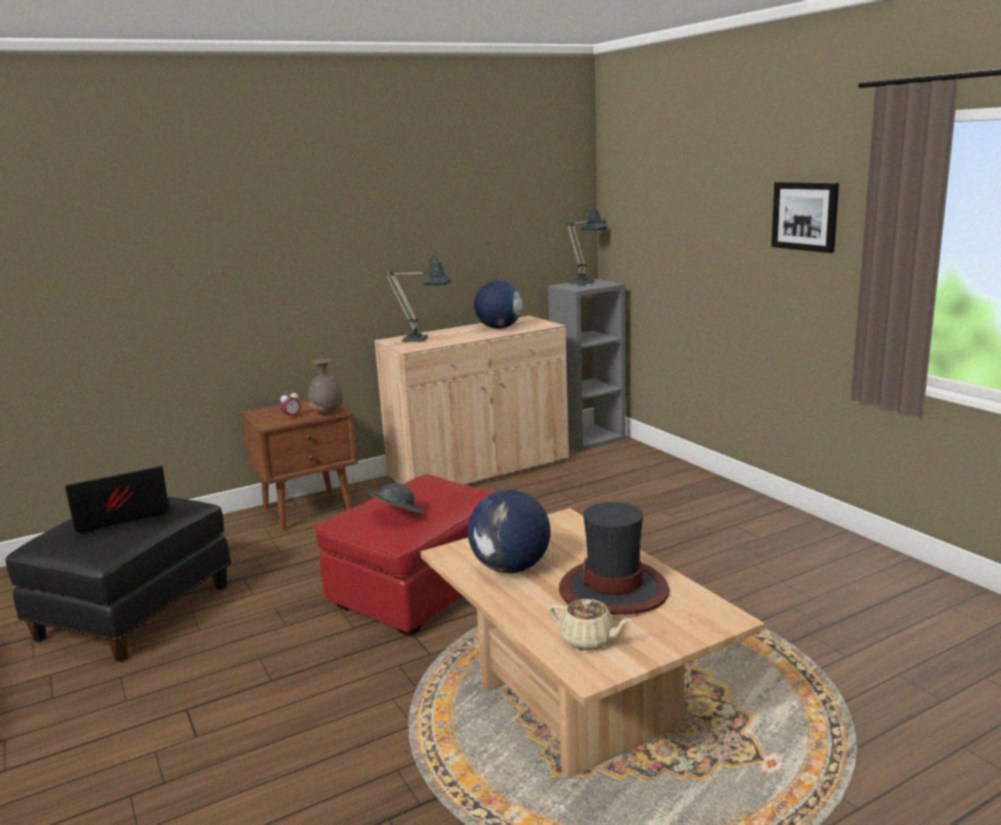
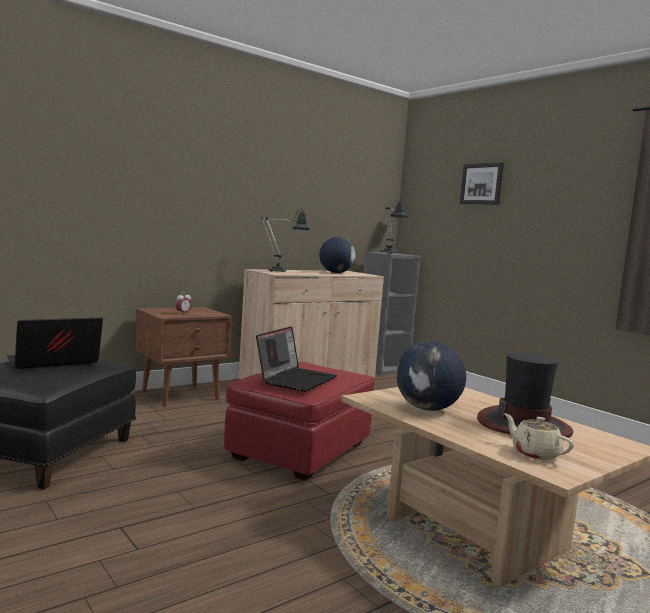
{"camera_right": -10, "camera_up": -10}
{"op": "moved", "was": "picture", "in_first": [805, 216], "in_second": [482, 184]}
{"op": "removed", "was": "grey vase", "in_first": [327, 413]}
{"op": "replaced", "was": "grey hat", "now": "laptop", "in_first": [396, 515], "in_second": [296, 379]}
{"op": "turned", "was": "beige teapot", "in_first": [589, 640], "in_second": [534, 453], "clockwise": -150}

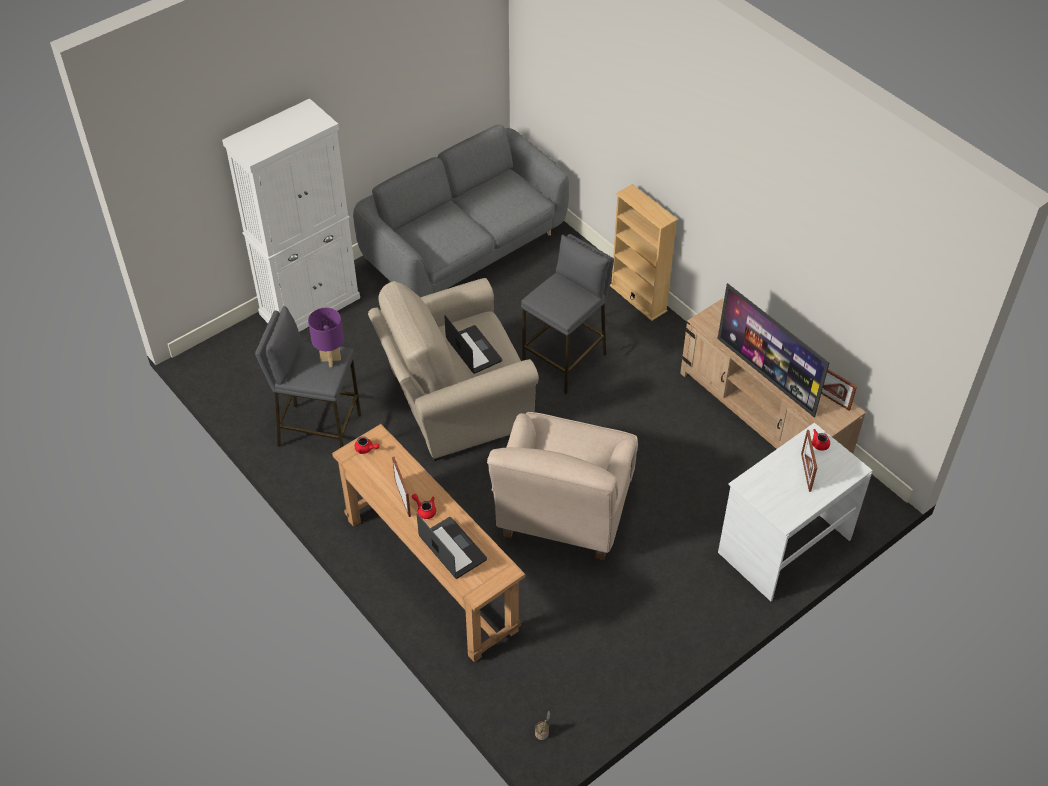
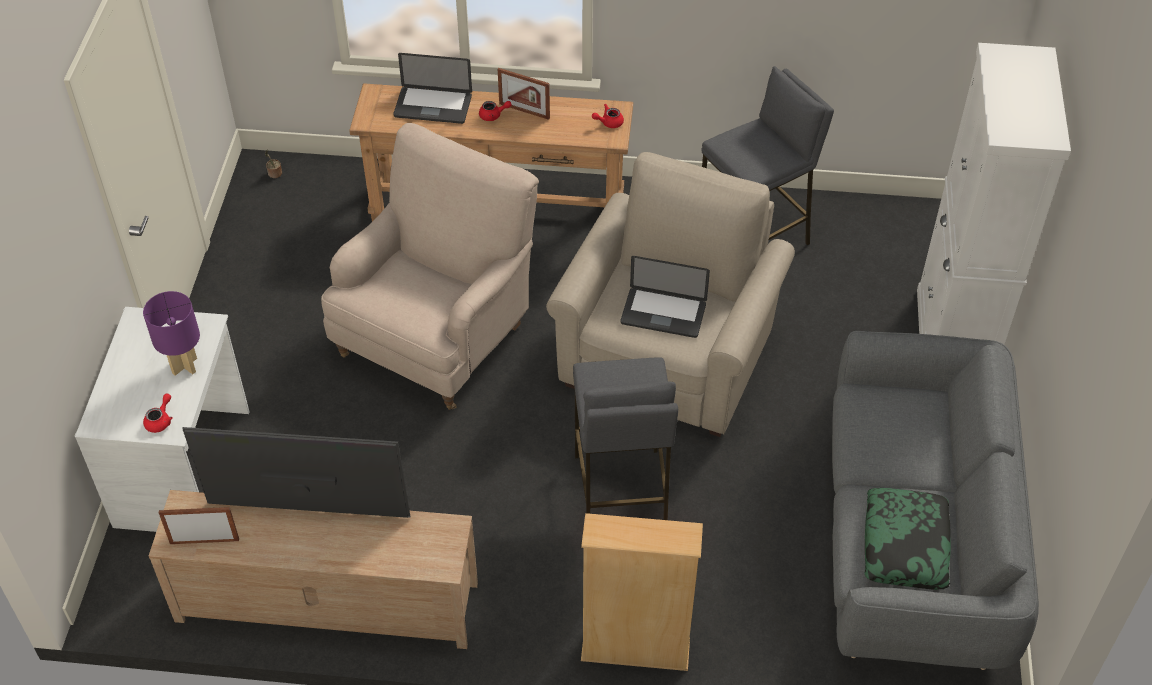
{"camera_right": 135, "camera_up": 0}
{"op": "moved", "was": "purple table lamp", "in_first": [331, 360], "in_second": [184, 366]}
{"op": "turned", "was": "beige armchair", "in_first": [564, 515], "in_second": [437, 336], "clockwise": 60}
{"op": "removed", "was": "picture frame", "in_first": [806, 472]}
{"op": "added", "now": "pillow", "in_second": [905, 546]}

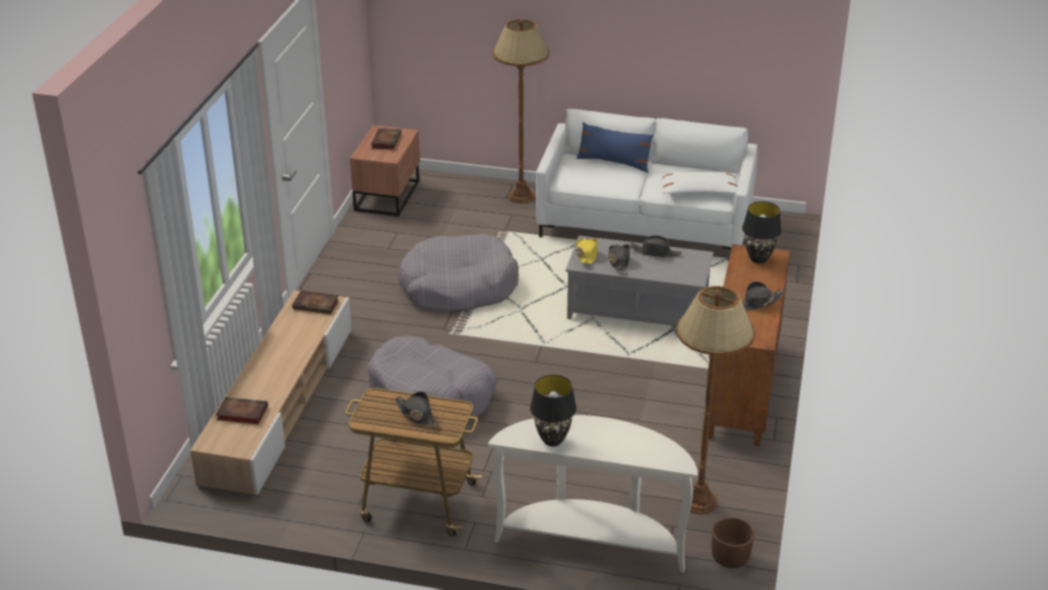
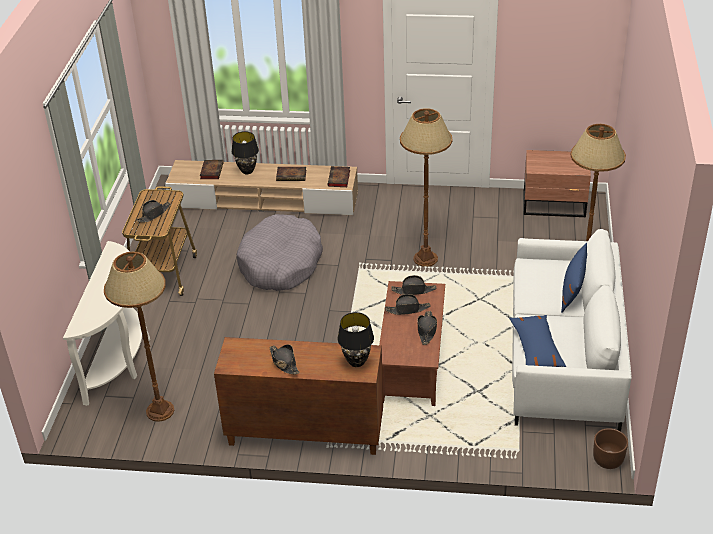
{"camera_right": 85, "camera_up": 5}
{"op": "moved", "was": "book", "in_first": [386, 141], "in_second": [292, 175]}
{"op": "recoloured", "was": "white pillow", "now": "blue pillow", "in_first": [699, 191], "in_second": [536, 348]}
{"op": "replaced", "was": "grey dog bed", "now": "brown floor lamp", "in_first": [458, 287], "in_second": [425, 259]}
{"op": "recoloured", "was": "grey coffee table", "now": "brown coffee table", "in_first": [638, 311], "in_second": [413, 363]}
{"op": "recoloured", "was": "yellow hat", "now": "black hat", "in_first": [586, 254], "in_second": [414, 290]}
{"op": "moved", "was": "black table lamp", "in_first": [553, 440], "in_second": [247, 171]}
{"op": "moved", "was": "brown planter", "in_first": [730, 558], "in_second": [608, 460]}

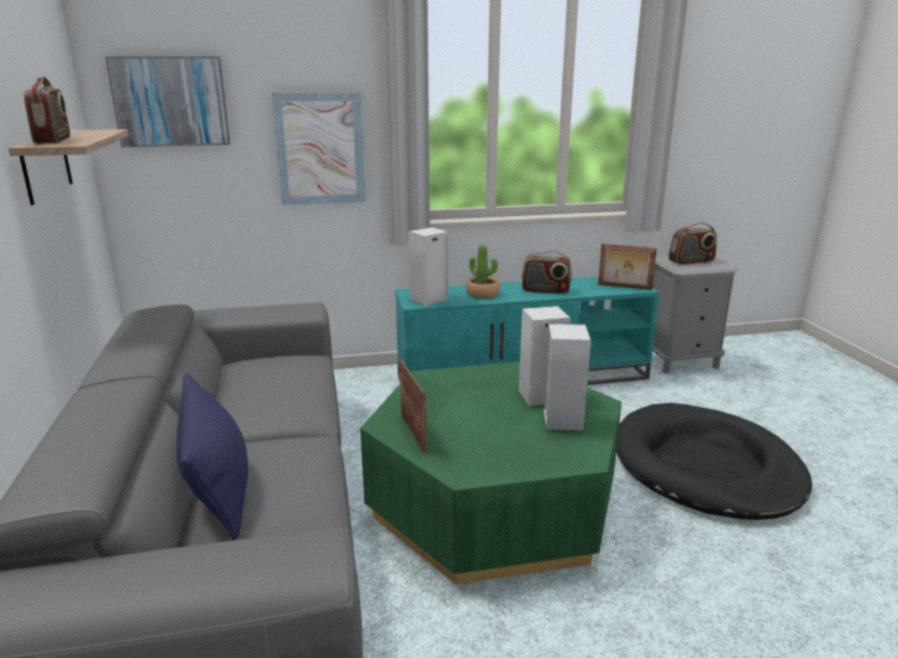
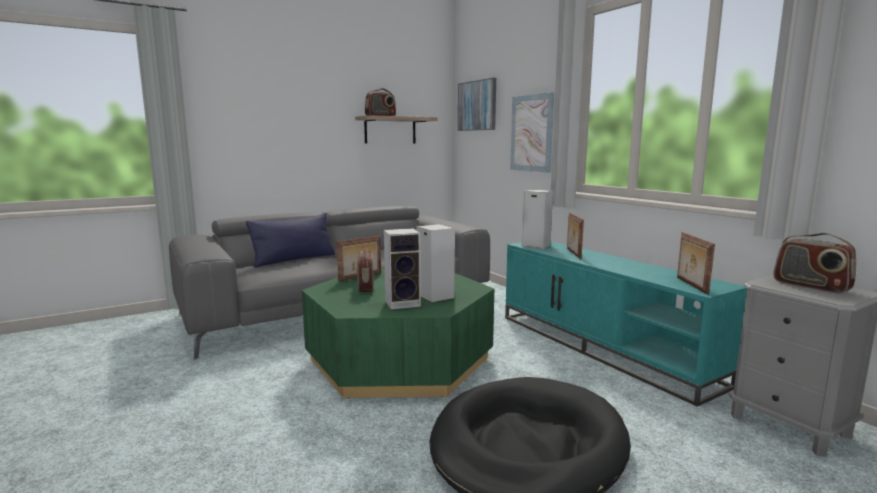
{"camera_right": 70, "camera_up": -10}
{"op": "replaced", "was": "potted plant", "now": "picture frame", "in_first": [483, 294], "in_second": [573, 253]}
{"op": "moved", "was": "radio", "in_first": [545, 290], "in_second": [365, 286]}

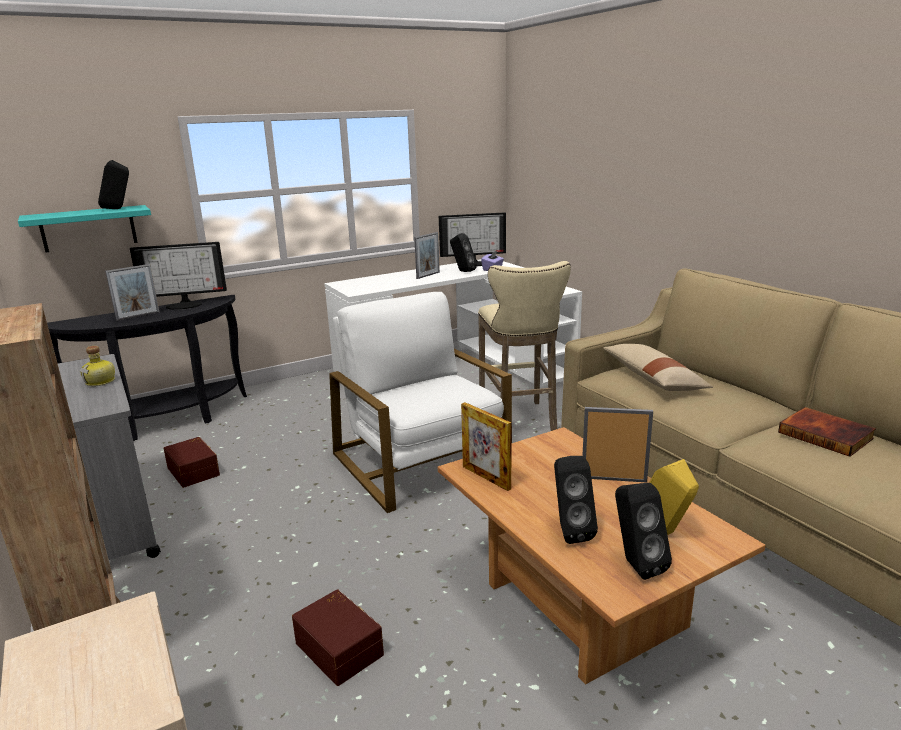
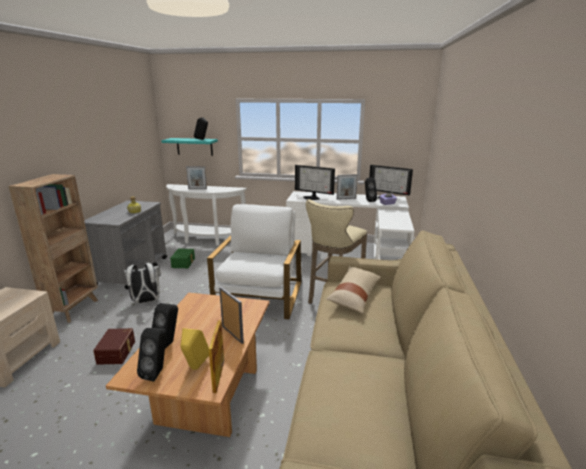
{"camera_right": 40, "camera_up": 0}
{"op": "moved", "was": "monitor", "in_first": [185, 305], "in_second": [312, 197]}
{"op": "recoloured", "was": "black console table", "now": "white console table", "in_first": [167, 422], "in_second": [206, 239]}
{"op": "moved", "was": "picture frame", "in_first": [486, 477], "in_second": [218, 376]}
{"op": "removed", "was": "book", "in_first": [826, 435]}
{"op": "recoloured", "was": "brown storage box", "now": "green storage box", "in_first": [194, 471], "in_second": [184, 263]}
{"op": "added", "now": "white backpack", "in_second": [146, 301]}

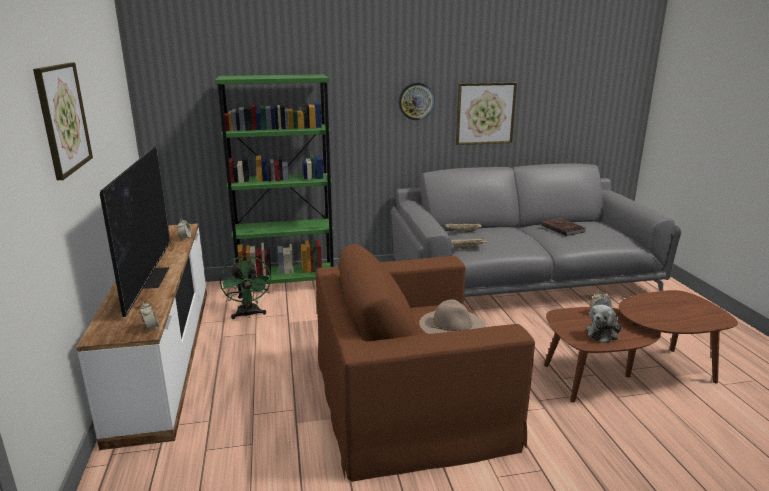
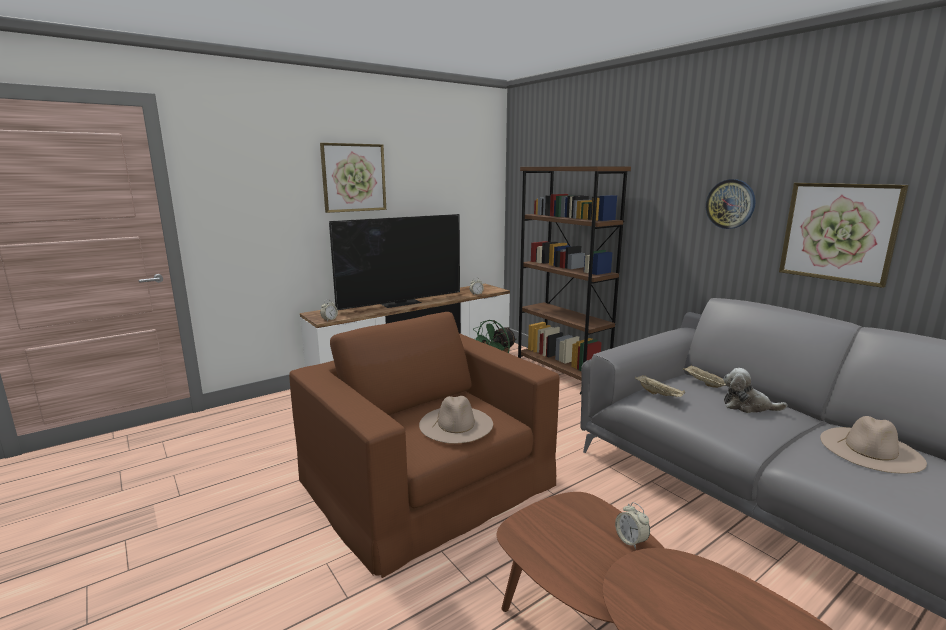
{"camera_right": 65, "camera_up": -5}
{"op": "recoloured", "was": "green bookcase", "now": "brown bookcase", "in_first": [286, 285], "in_second": [561, 374]}
{"op": "replaced", "was": "brown book", "now": "beige hat", "in_first": [563, 228], "in_second": [871, 449]}
{"op": "moved", "was": "plush toy", "in_first": [603, 333], "in_second": [747, 406]}

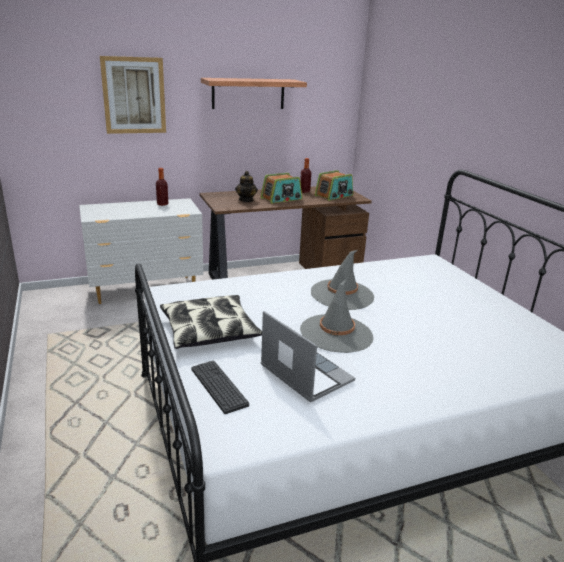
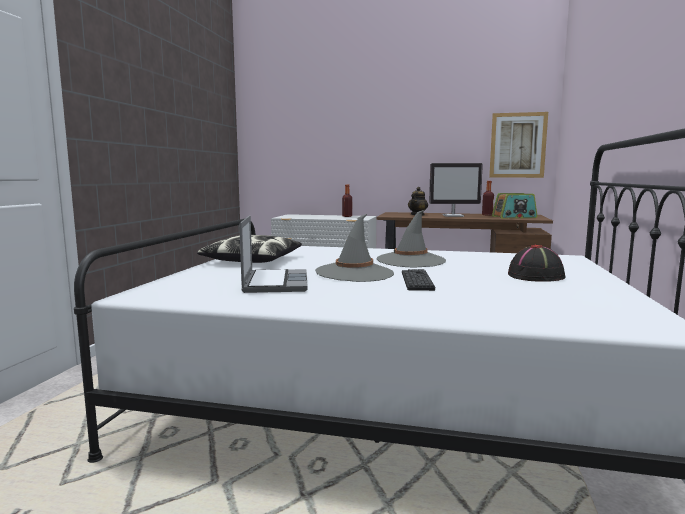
{"camera_right": 35, "camera_up": -15}
{"op": "moved", "was": "picture", "in_first": [134, 95], "in_second": [517, 145]}
{"op": "removed", "was": "shelf", "in_first": [248, 93]}
{"op": "replaced", "was": "radio", "now": "monitor", "in_first": [281, 199], "in_second": [453, 216]}
{"op": "moved", "was": "keyboard", "in_first": [219, 386], "in_second": [417, 281]}
{"op": "added", "now": "black hat", "in_second": [536, 276]}

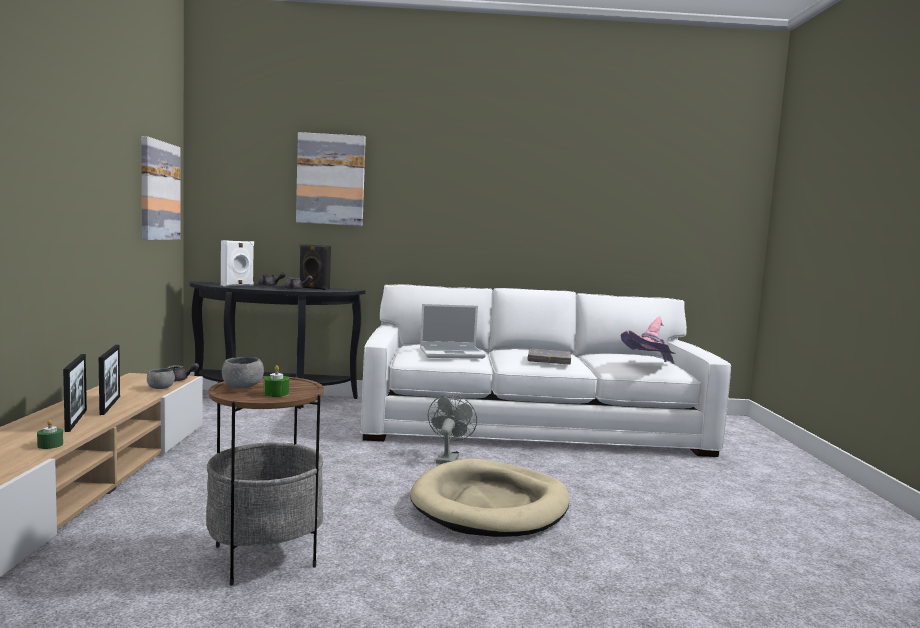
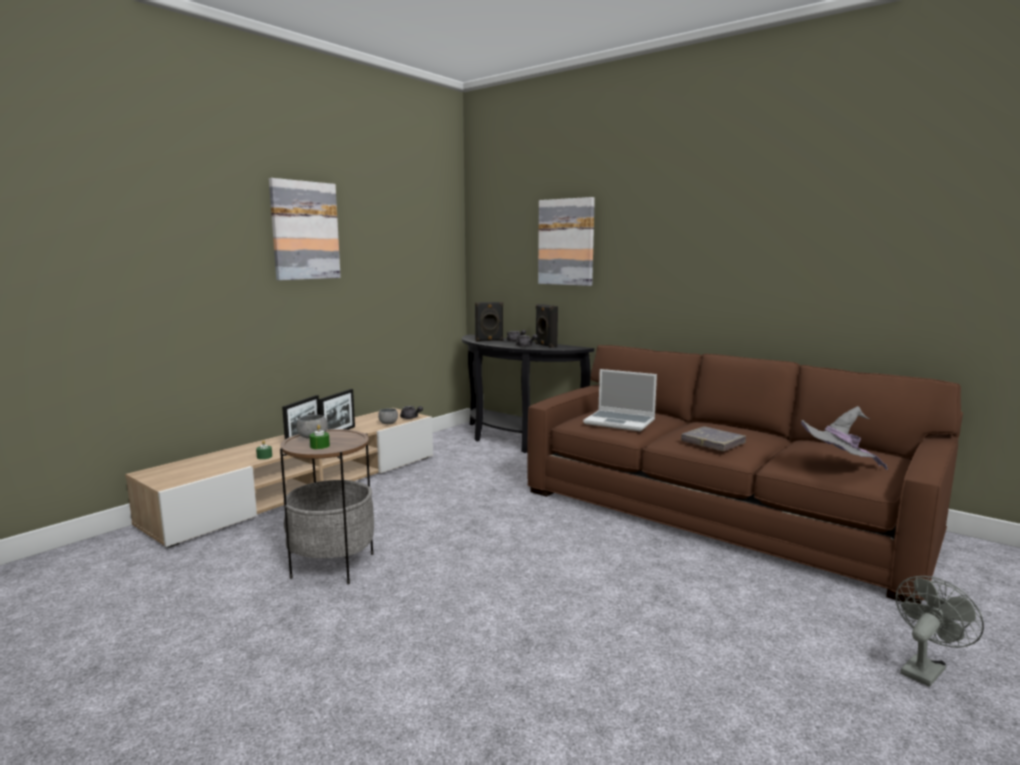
{"camera_right": 40, "camera_up": 5}
{"op": "moved", "was": "picture", "in_first": [159, 191], "in_second": [304, 230]}
{"op": "recoloured", "was": "white speaker", "now": "black speaker", "in_first": [237, 285], "in_second": [489, 340]}
{"op": "recoloured", "was": "white sofa", "now": "brown sofa", "in_first": [533, 426], "in_second": [720, 512]}
{"op": "recoloured", "was": "pink hat", "now": "grey hat", "in_first": [649, 366], "in_second": [836, 468]}
{"op": "moved", "was": "grey fan", "in_first": [448, 458], "in_second": [925, 668]}
{"op": "removed", "was": "beige dog bed", "in_first": [491, 505]}

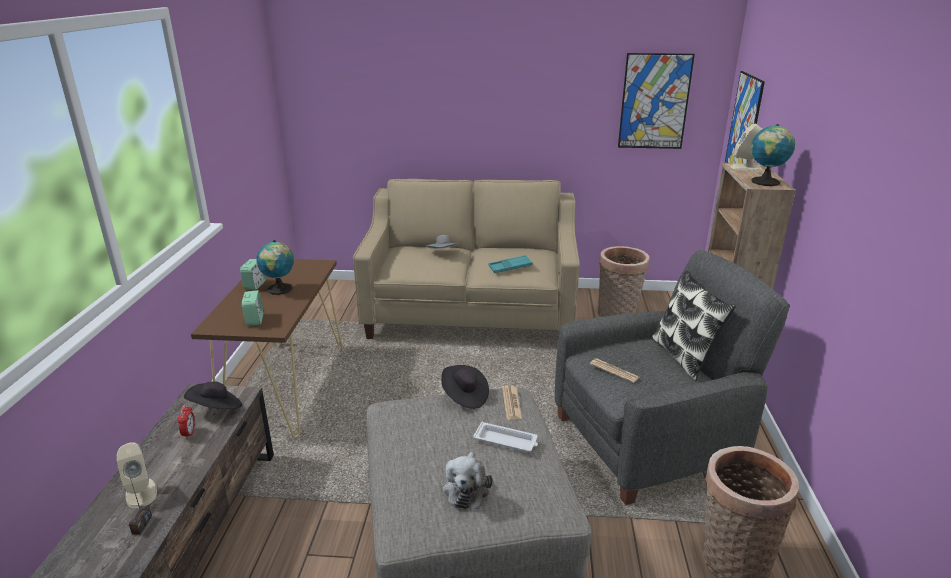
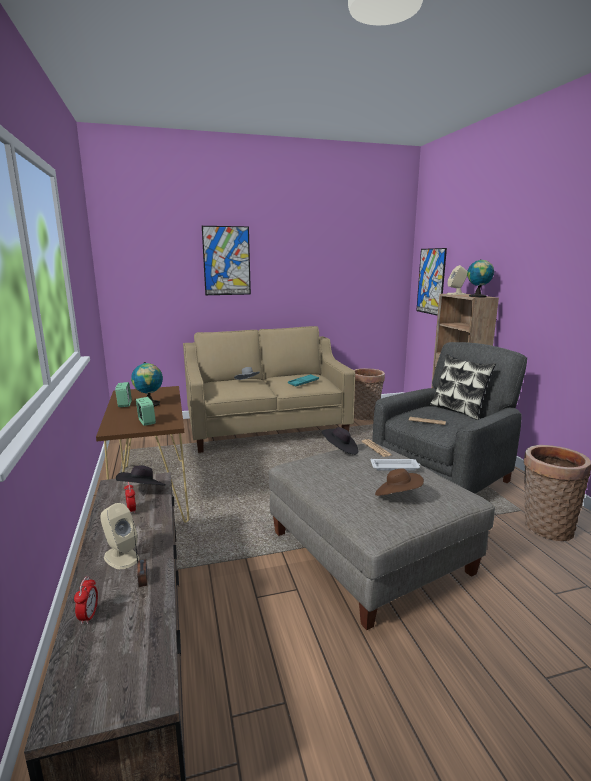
{"camera_right": -20, "camera_up": -10}
{"op": "moved", "was": "picture", "in_first": [654, 102], "in_second": [226, 261]}
{"op": "replaced", "was": "plush toy", "now": "brown hat", "in_first": [466, 489], "in_second": [397, 496]}
{"op": "added", "now": "alarm clock", "in_second": [89, 616]}

